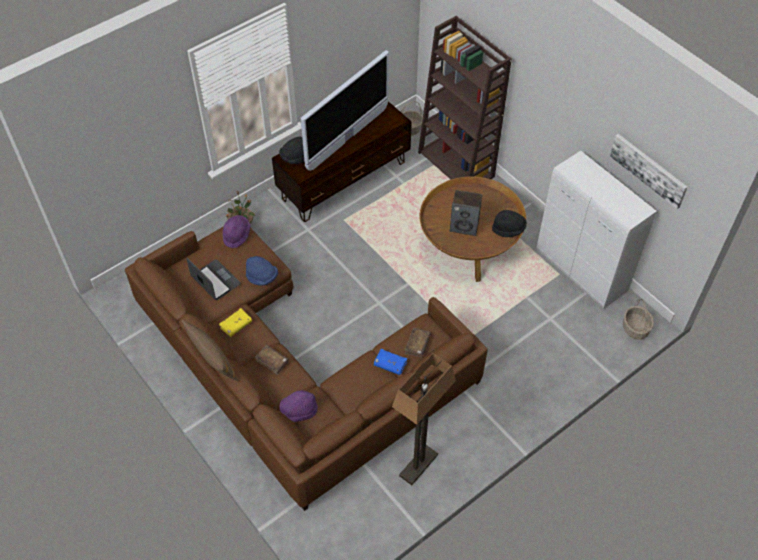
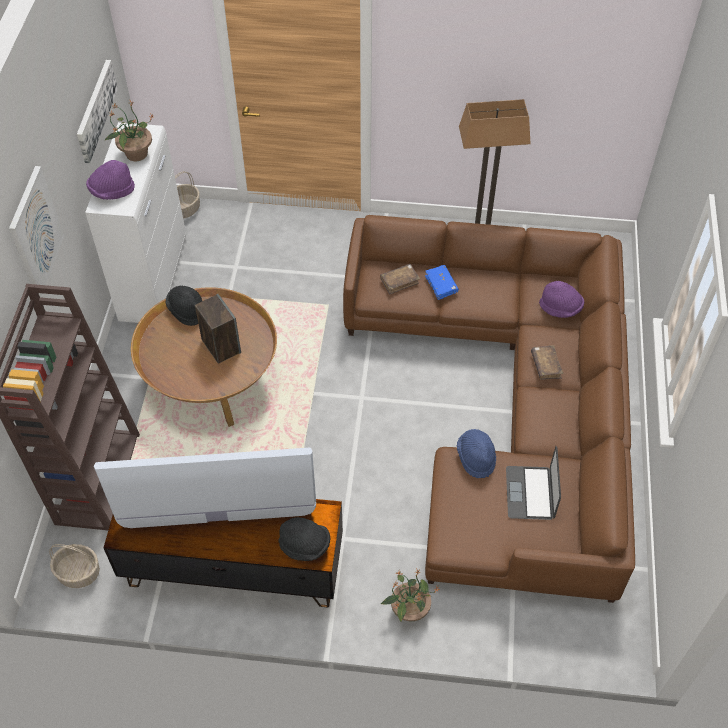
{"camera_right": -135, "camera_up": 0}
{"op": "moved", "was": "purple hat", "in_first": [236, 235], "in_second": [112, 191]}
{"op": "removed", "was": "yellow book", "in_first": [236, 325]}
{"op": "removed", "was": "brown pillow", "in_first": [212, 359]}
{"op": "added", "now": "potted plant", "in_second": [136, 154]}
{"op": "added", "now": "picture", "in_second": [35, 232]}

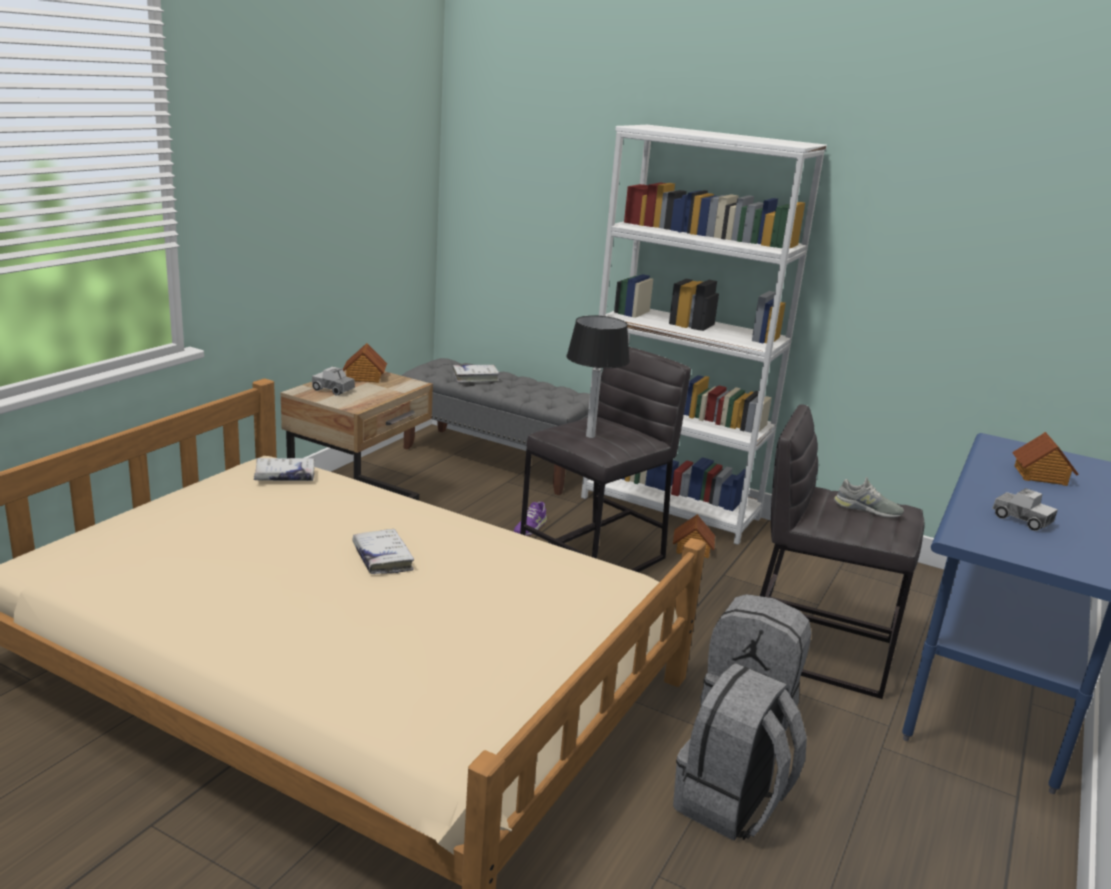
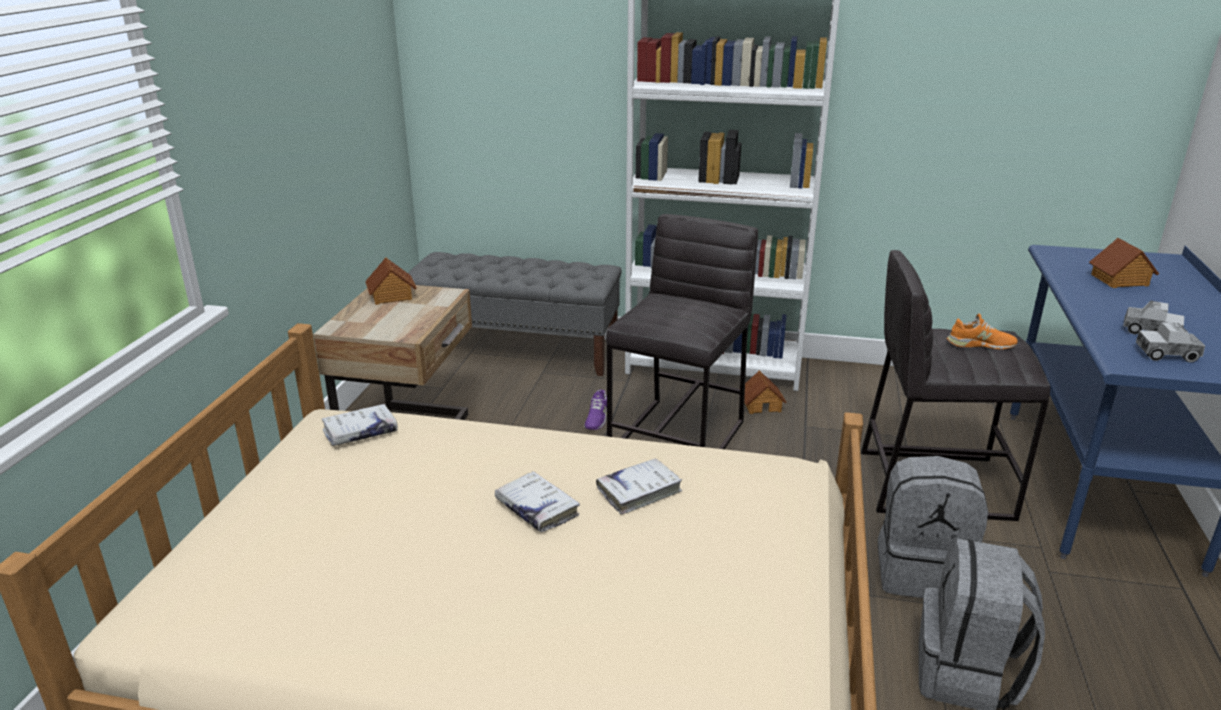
{"camera_right": -15, "camera_up": 5}
{"op": "removed", "was": "table lamp", "in_first": [591, 436]}
{"op": "moved", "was": "white book", "in_first": [475, 378], "in_second": [639, 491]}
{"op": "moved", "was": "toy truck", "in_first": [333, 390], "in_second": [1167, 354]}
{"op": "recoloured", "was": "grey shoe", "now": "orange shoe", "in_first": [867, 509], "in_second": [980, 344]}

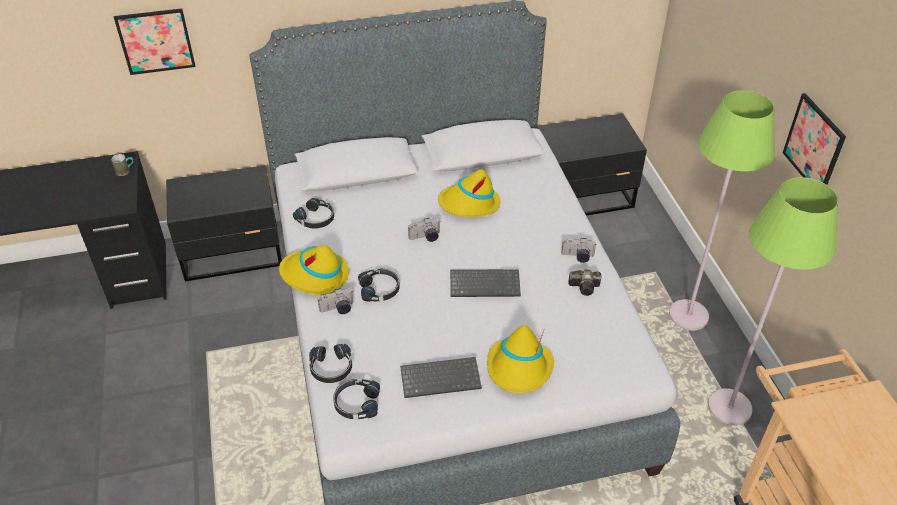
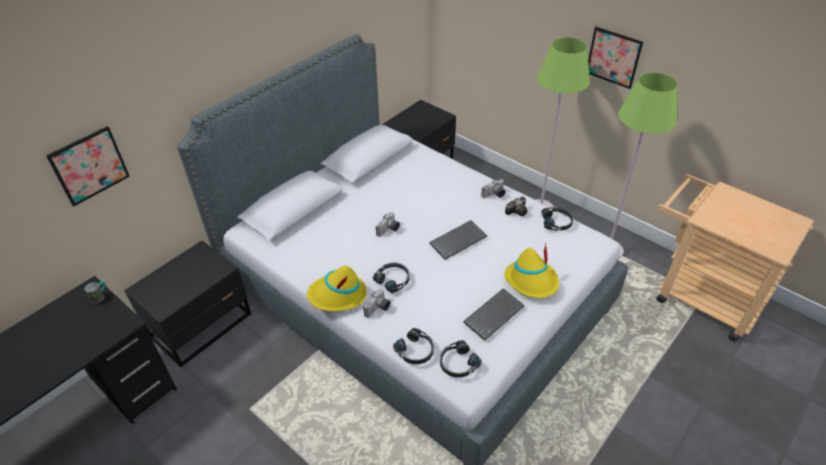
{"camera_right": -35, "camera_up": 0}
{"op": "removed", "was": "yellow hat", "in_first": [469, 204]}
{"op": "moved", "was": "black headphones", "in_first": [316, 218], "in_second": [557, 222]}

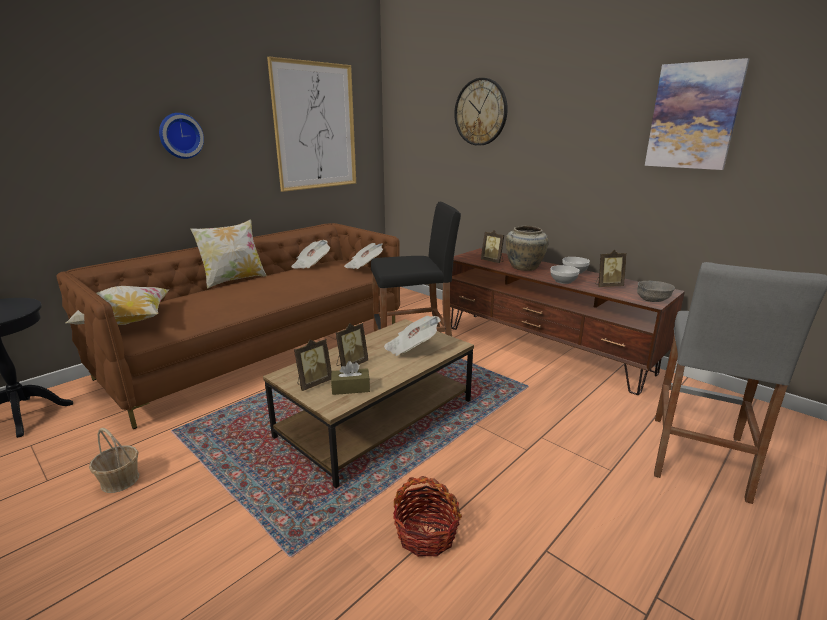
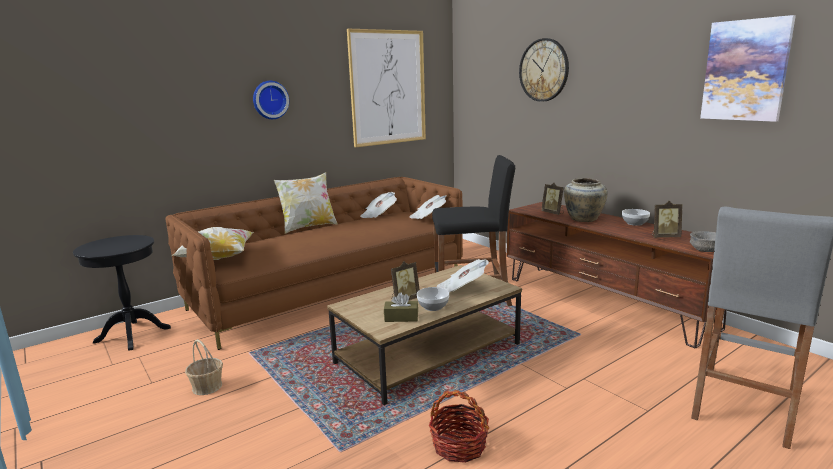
{"camera_right": 10, "camera_up": -5}
{"op": "moved", "was": "bowl", "in_first": [563, 281], "in_second": [433, 307]}
{"op": "removed", "was": "picture frame", "in_first": [313, 383]}

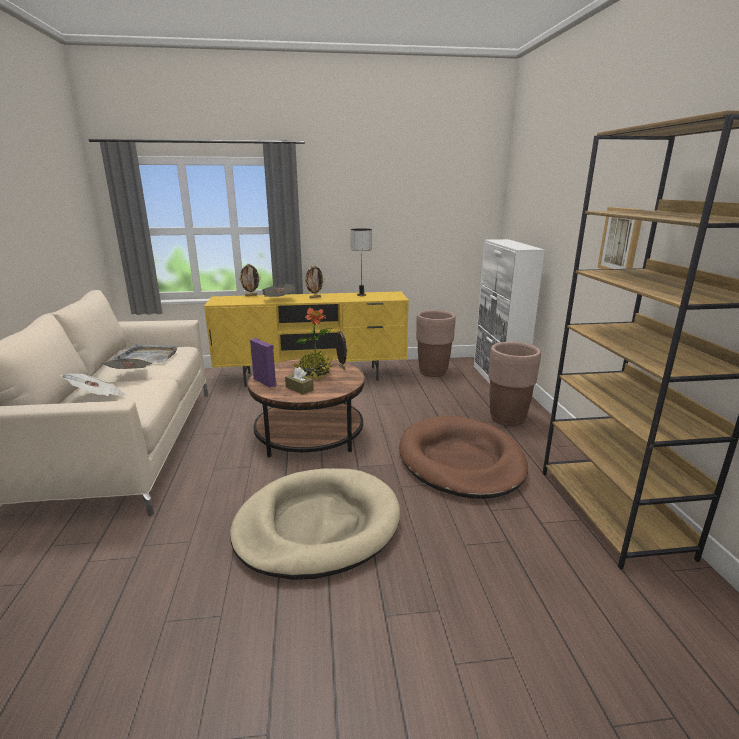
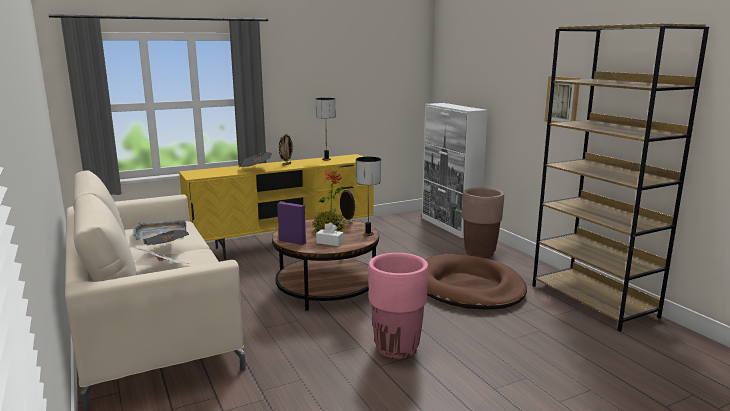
{"camera_right": -20, "camera_up": -5}
{"op": "removed", "was": "picture frame", "in_first": [251, 295]}
{"op": "removed", "was": "brown planter", "in_first": [433, 372]}
{"op": "recoloured", "was": "brown tissue box", "now": "white tissue box", "in_first": [299, 388], "in_second": [330, 242]}
{"op": "replaced", "was": "beige dog bed", "now": "pink planter", "in_first": [317, 526], "in_second": [396, 348]}
{"op": "added", "now": "table lamp", "in_second": [368, 234]}

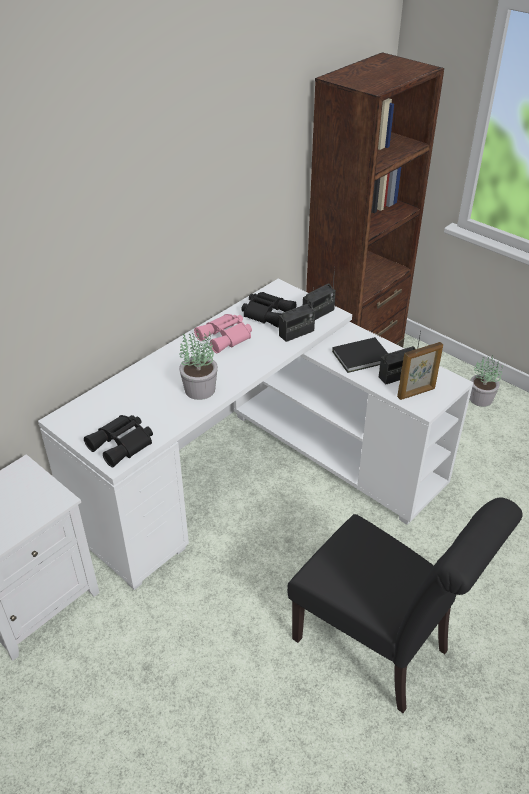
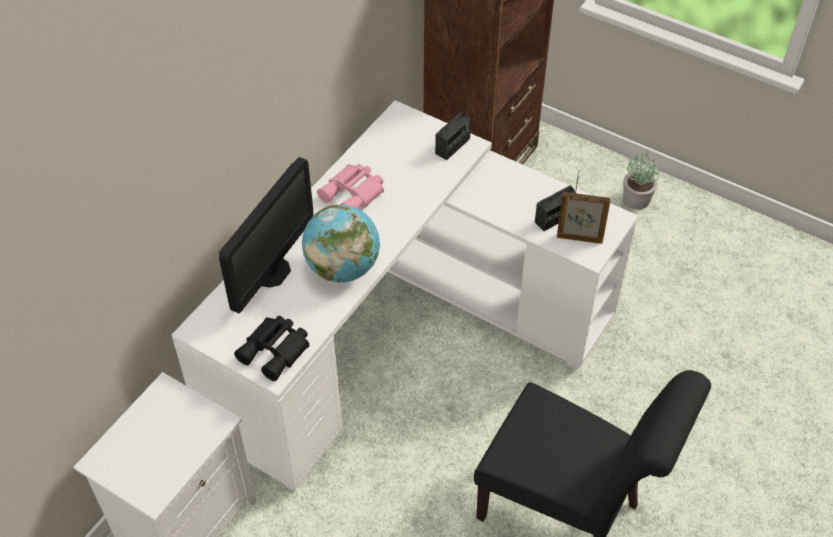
{"camera_right": -10, "camera_up": 10}
{"op": "removed", "was": "radio", "in_first": [296, 333]}
{"op": "removed", "was": "black binoculars", "in_first": [267, 313]}
{"op": "replaced", "was": "potted plant", "now": "globe", "in_first": [200, 389], "in_second": [342, 268]}
{"op": "removed", "was": "black book", "in_first": [363, 357]}
{"op": "turned", "was": "picture frame", "in_first": [416, 393], "in_second": [579, 238], "clockwise": -135}
{"op": "added", "now": "monitor", "in_second": [271, 272]}

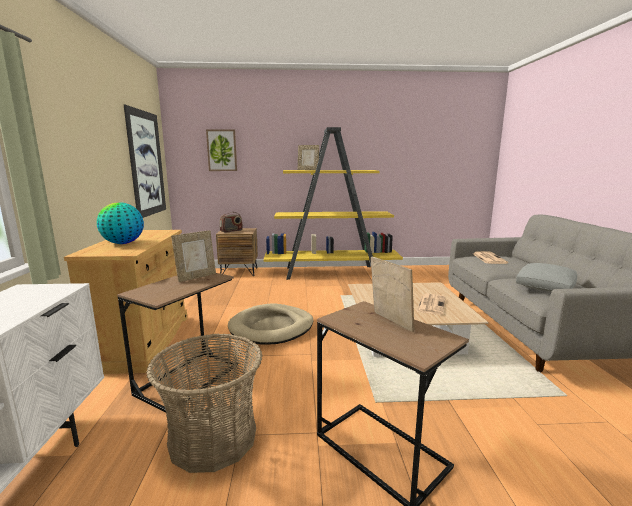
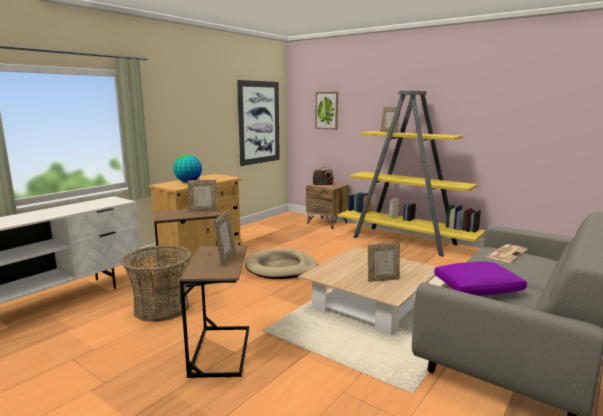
{"camera_right": 40, "camera_up": 0}
{"op": "recoloured", "was": "grey pillow", "now": "purple pillow", "in_first": [545, 287], "in_second": [476, 289]}
{"op": "replaced", "was": "newspaper", "now": "picture frame", "in_first": [431, 304], "in_second": [383, 279]}

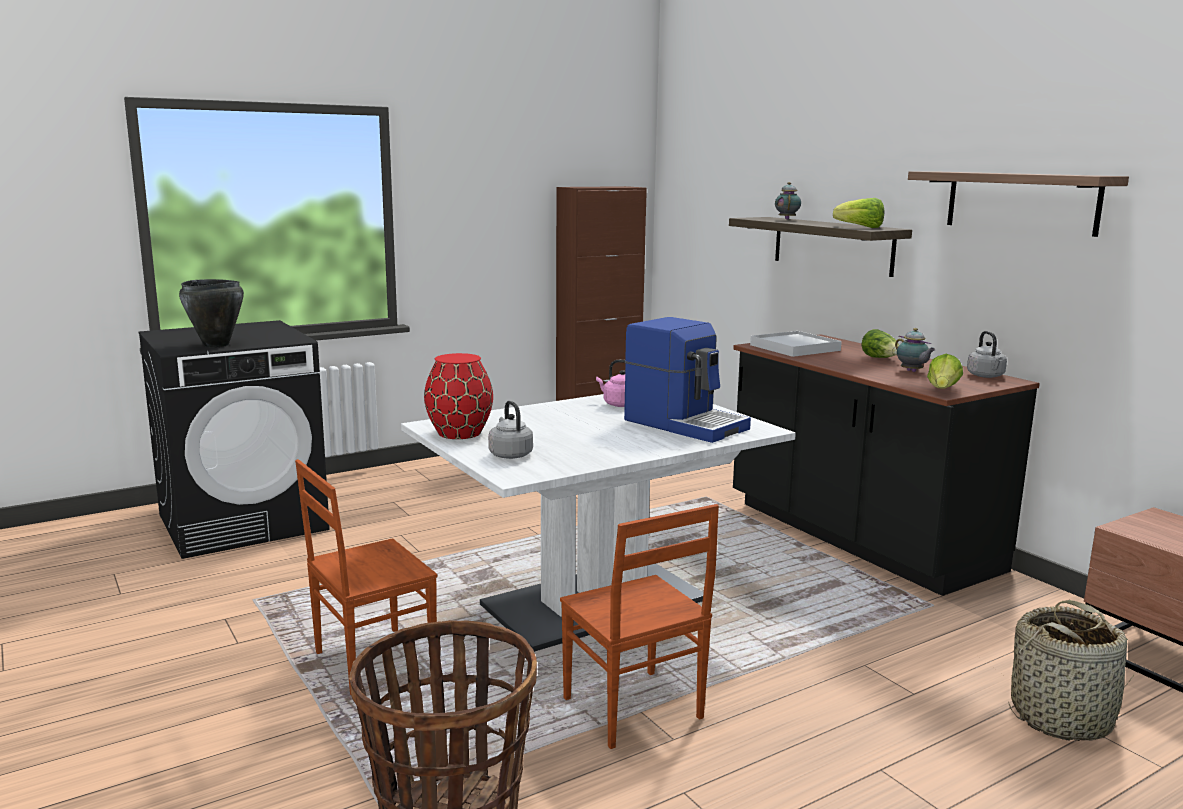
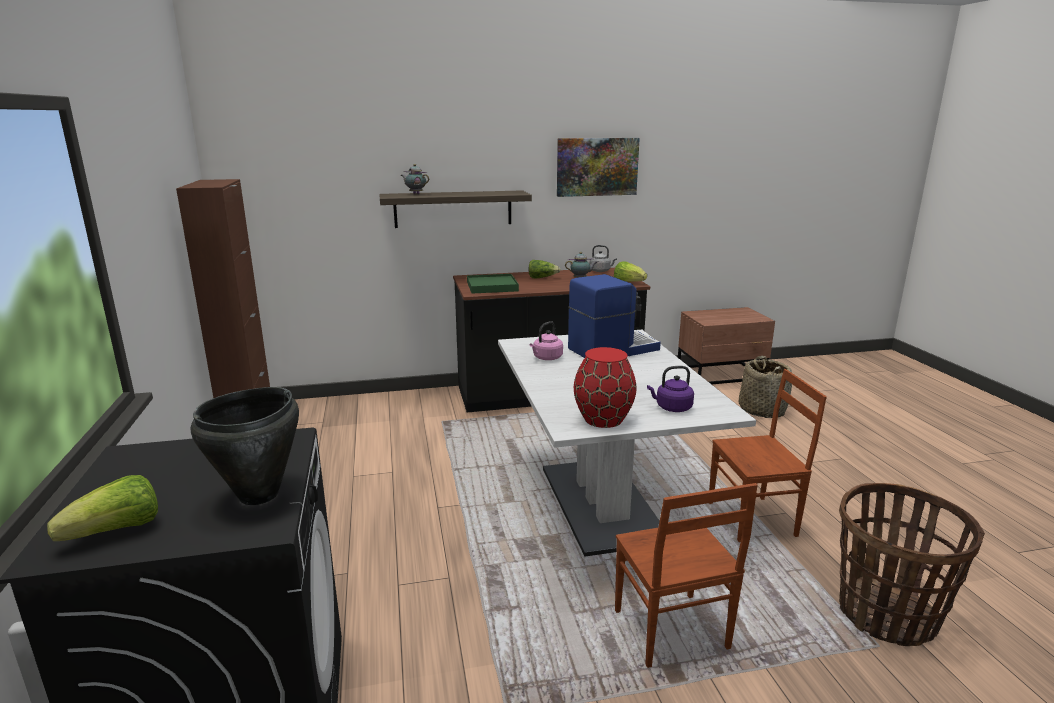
{"camera_right": -70, "camera_up": 5}
{"op": "replaced", "was": "shelf", "now": "picture", "in_first": [1021, 202], "in_second": [597, 167]}
{"op": "moved", "was": "lettuce", "in_first": [860, 227], "in_second": [117, 531]}
{"op": "recoloured", "was": "white tray", "now": "green tray", "in_first": [794, 348], "in_second": [492, 286]}
{"op": "recoloured", "was": "grey kettle", "now": "purple kettle", "in_first": [510, 454], "in_second": [671, 408]}

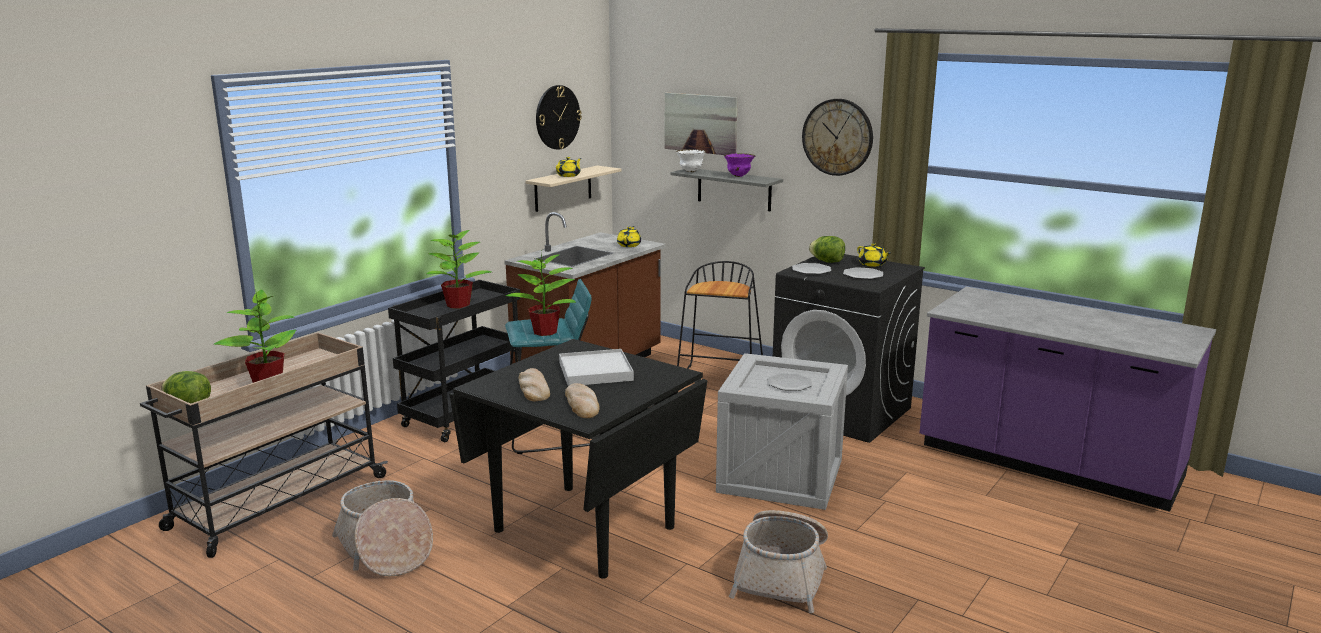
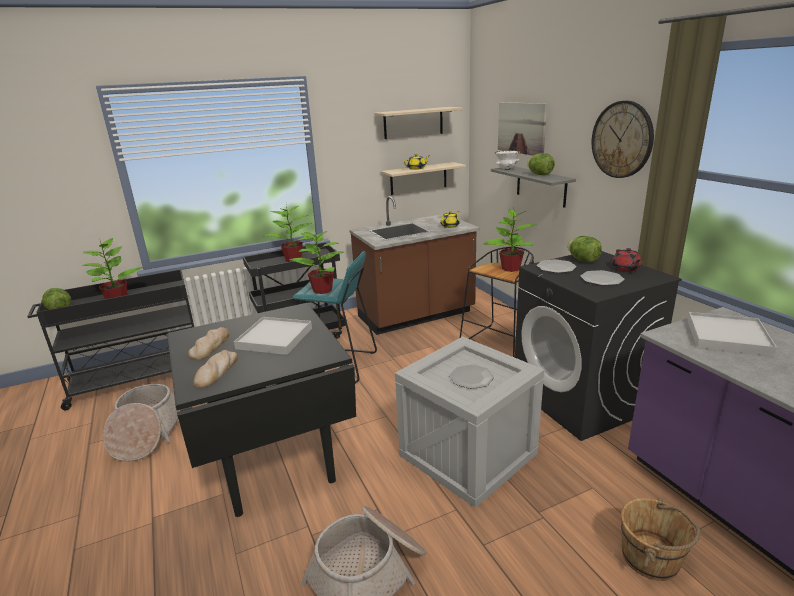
{"camera_right": 30, "camera_up": 5}
{"op": "replaced", "was": "wall clock", "now": "beige shelf", "in_first": [557, 117], "in_second": [413, 123]}
{"op": "replaced", "was": "purple bowl", "now": "lettuce", "in_first": [739, 176], "in_second": [539, 174]}
{"op": "recoloured", "was": "yellow teapot", "now": "red teapot", "in_first": [872, 264], "in_second": [625, 269]}
{"op": "recoloured", "was": "beige cart", "now": "black cart", "in_first": [276, 503], "in_second": [138, 378]}
{"op": "added", "now": "potted plant", "in_second": [510, 268]}
{"op": "added", "now": "white tray", "in_second": [727, 337]}
{"op": "added", "now": "brown bucket", "in_second": [651, 558]}

